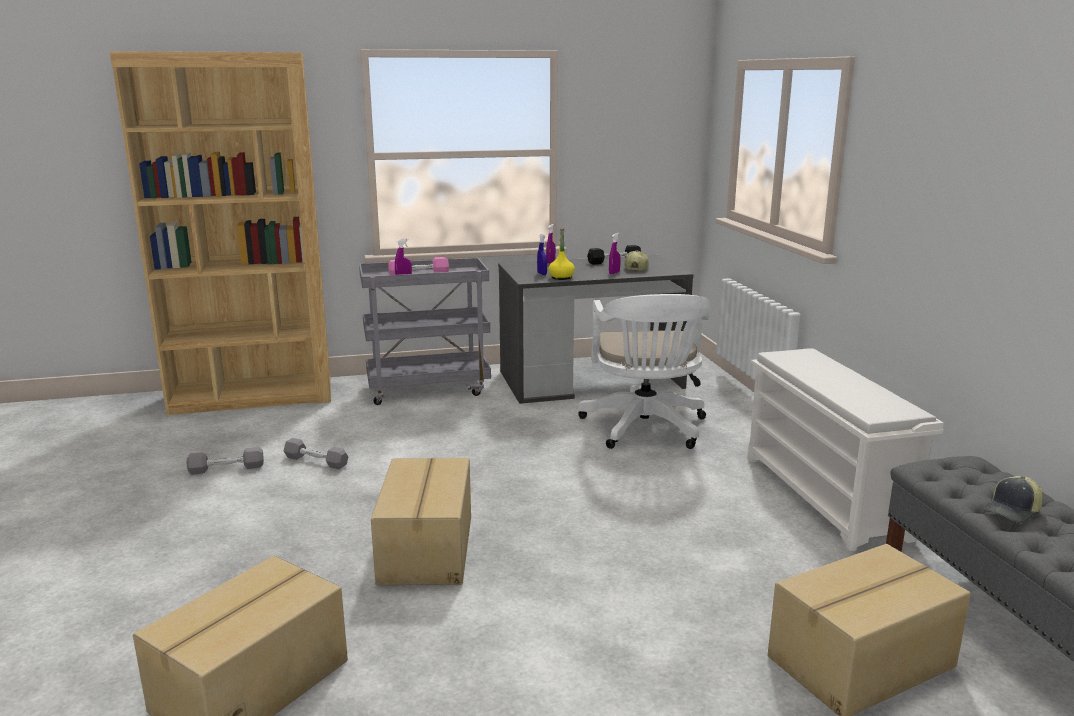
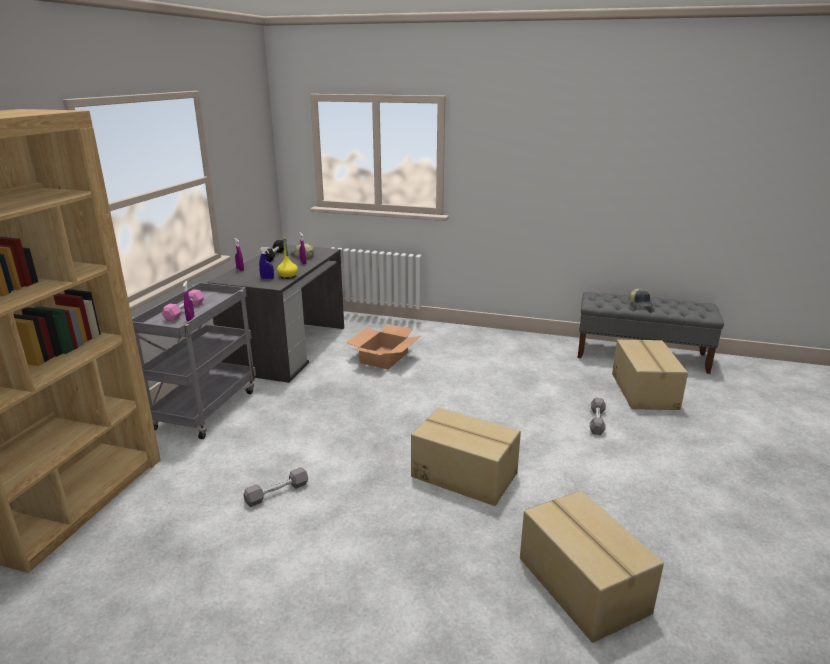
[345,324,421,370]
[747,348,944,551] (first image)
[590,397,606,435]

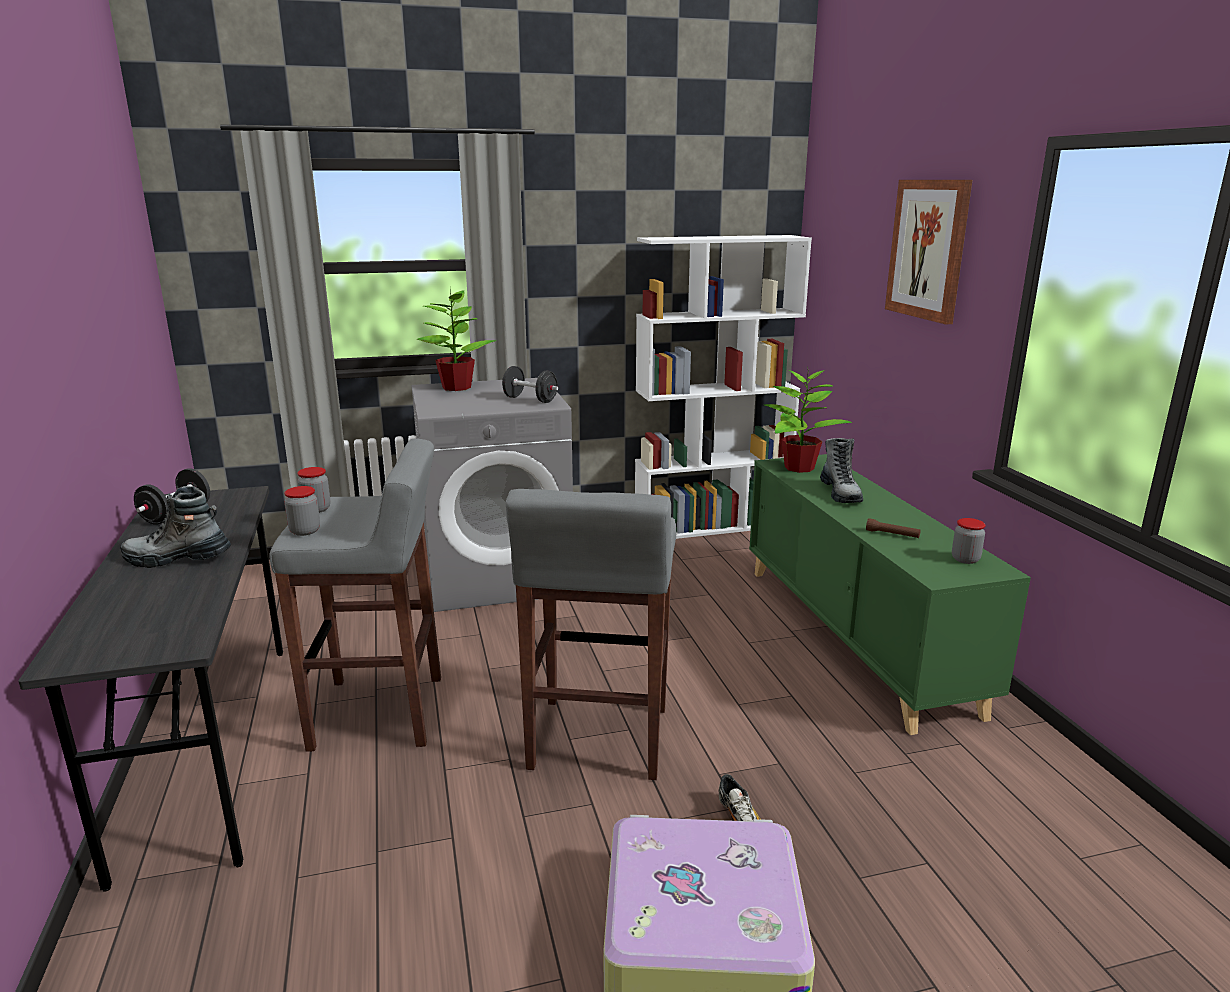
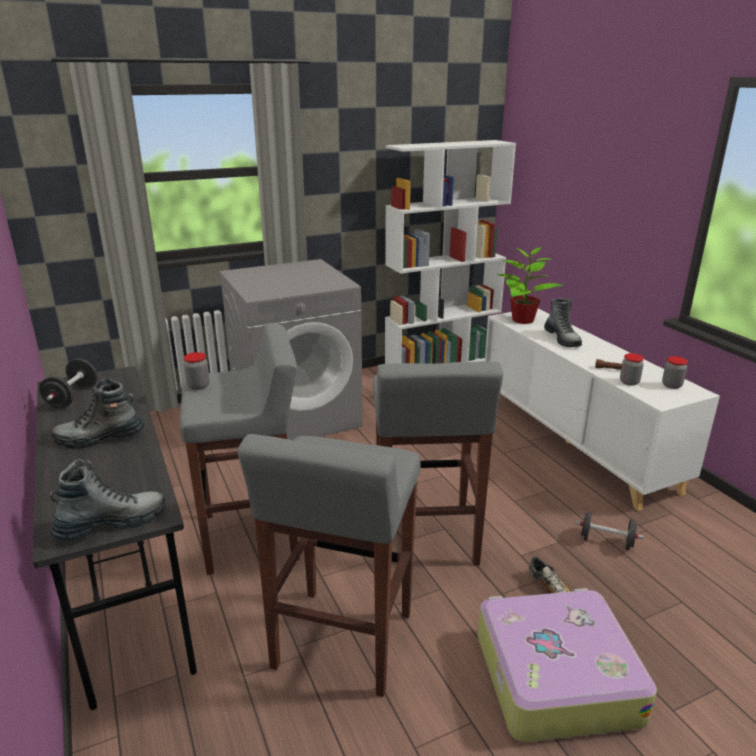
[885,180,972,324] (first image)
[416,286,497,391] (first image)
[575,510,644,550]
[485,309,720,511]
[620,353,644,386]
[238,434,421,697]
[50,459,165,541]

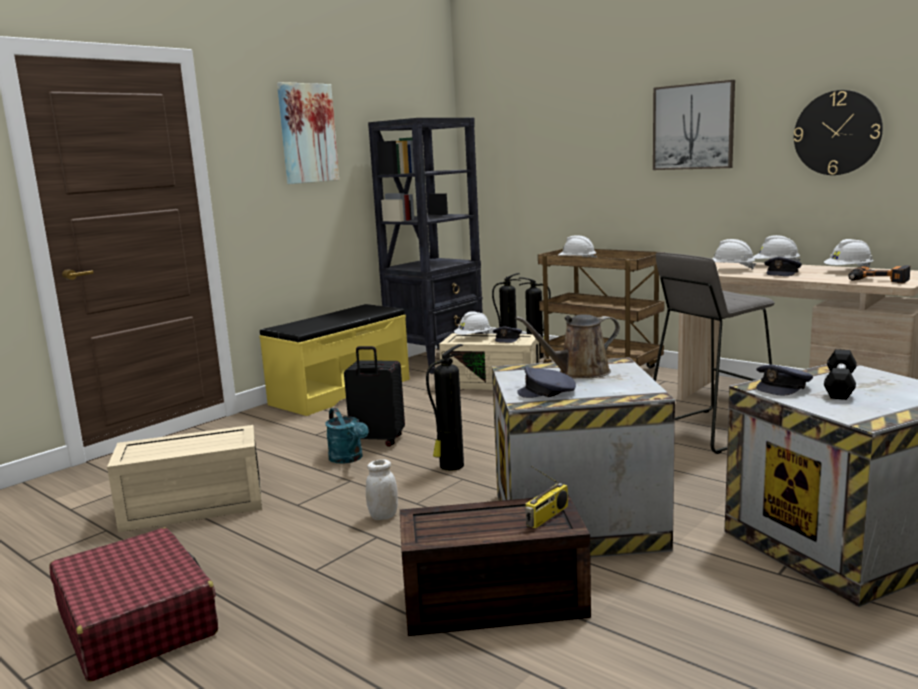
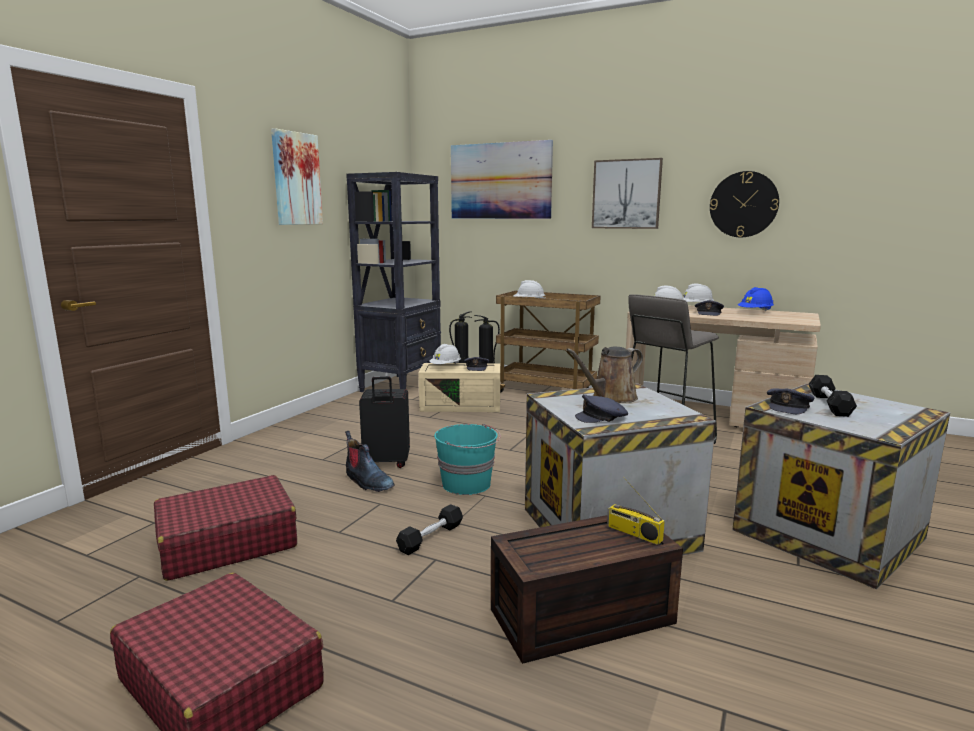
[738,287,774,311]
[848,265,910,283] (first image)
[259,304,410,416] (first image)
[434,424,501,495]
[345,431,395,492]
[154,475,297,581]
[396,504,463,555]
[607,476,665,545]
[451,140,553,219]

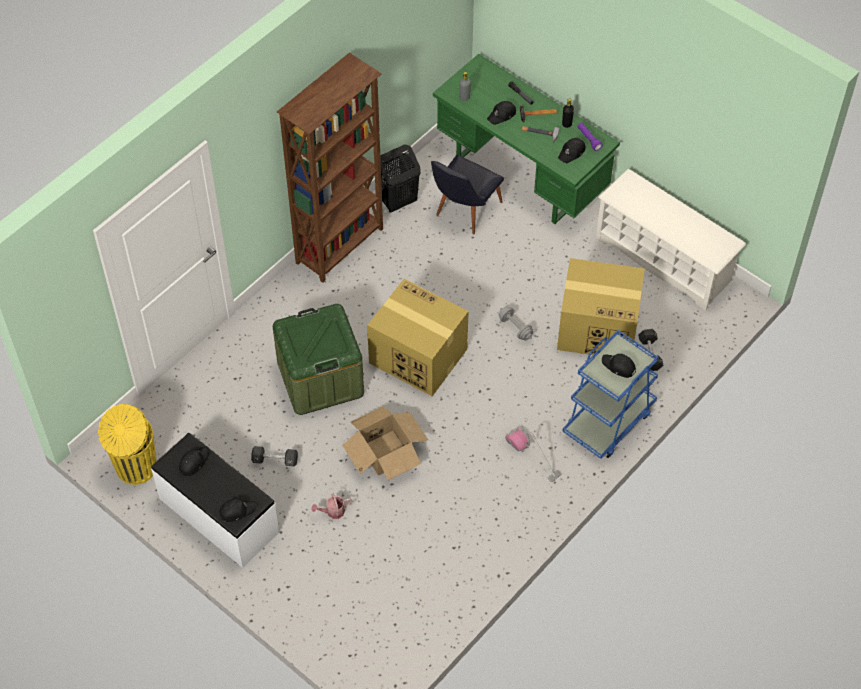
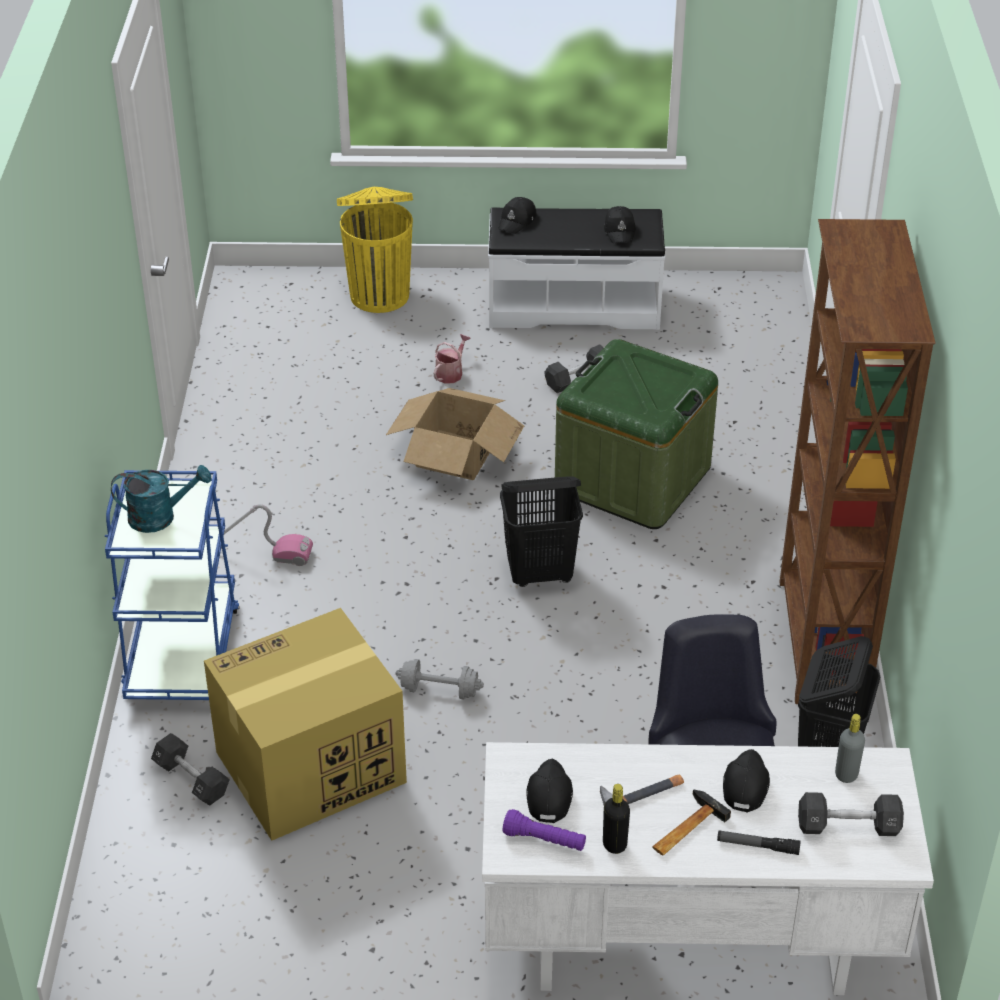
[482,742,934,995]
[596,169,746,311] (first image)
[500,476,583,587]
[111,465,212,533]
[337,187,413,313]
[798,792,904,836]

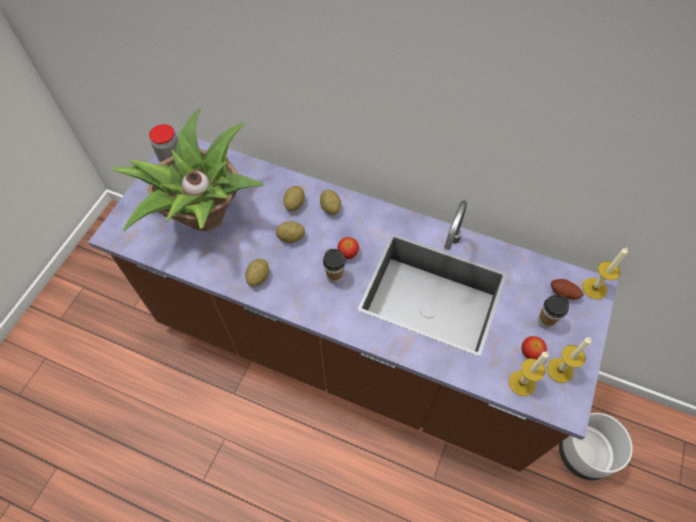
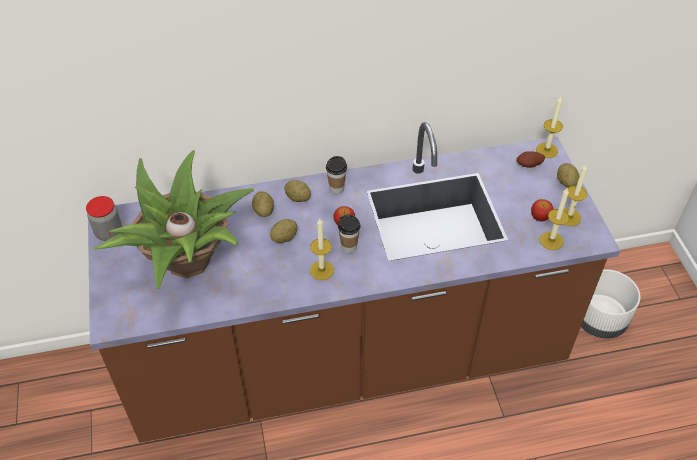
[557,163,579,188]
[326,156,347,194]
[310,218,334,280]

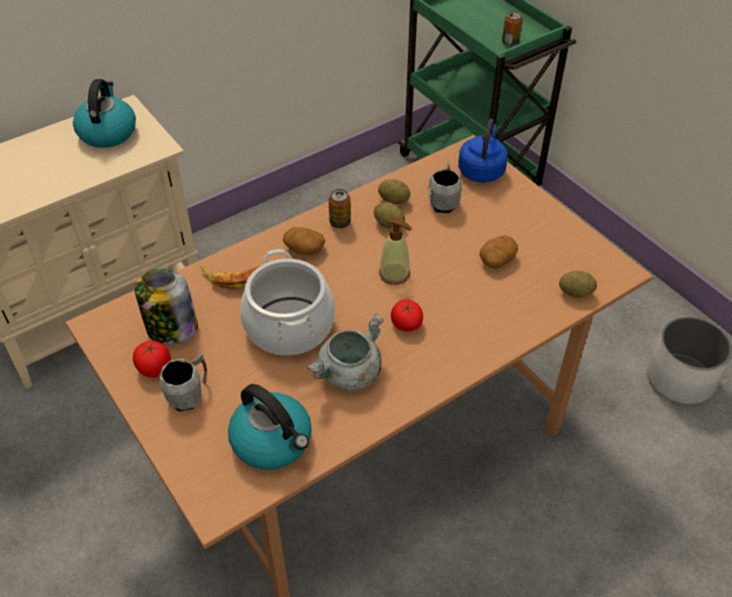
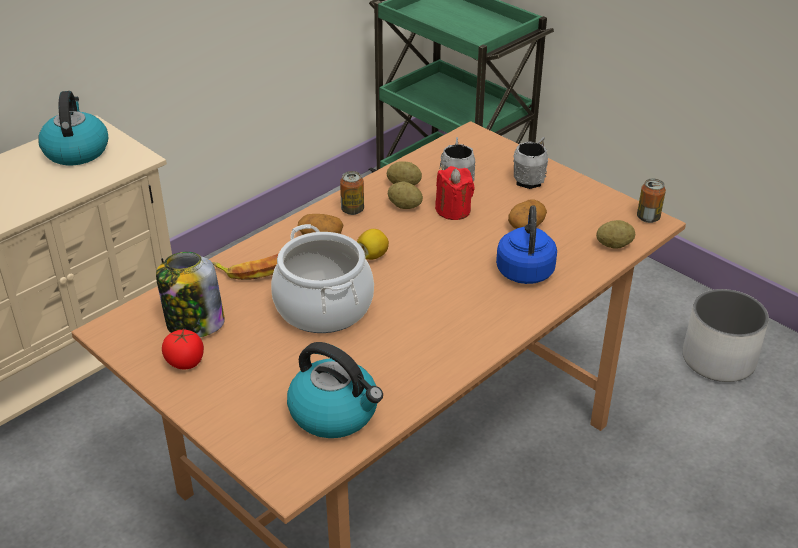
[637,179,666,223]
[496,205,557,284]
[379,217,412,285] (first image)
[391,300,423,331] (first image)
[307,313,383,391] (first image)
[513,137,548,189]
[435,166,475,220]
[357,229,389,260]

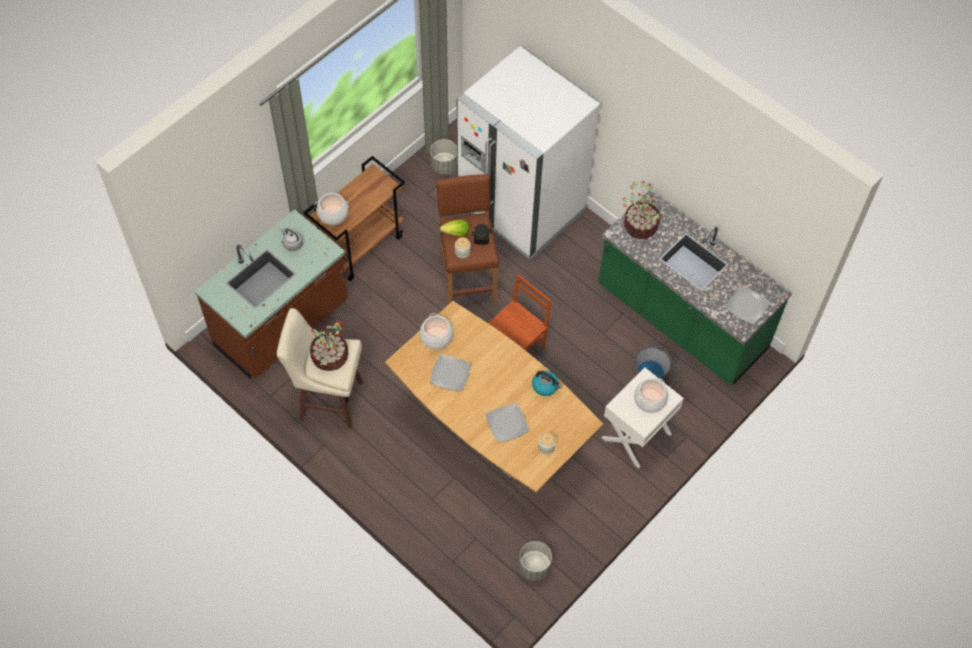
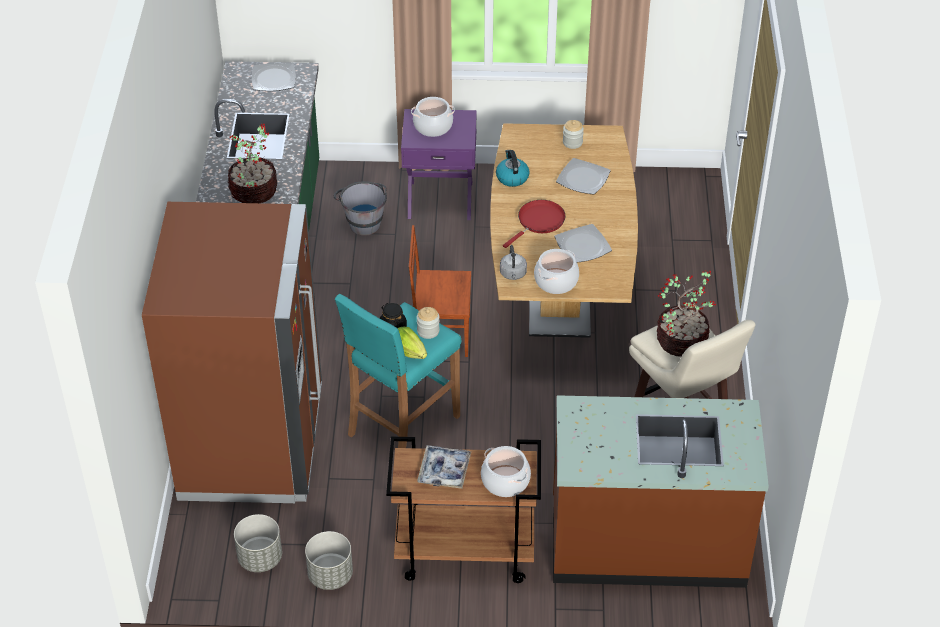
[142,202,322,503]
[335,294,461,448]
[500,245,527,280]
[401,109,477,220]
[305,531,353,590]
[503,200,566,248]
[417,445,471,489]

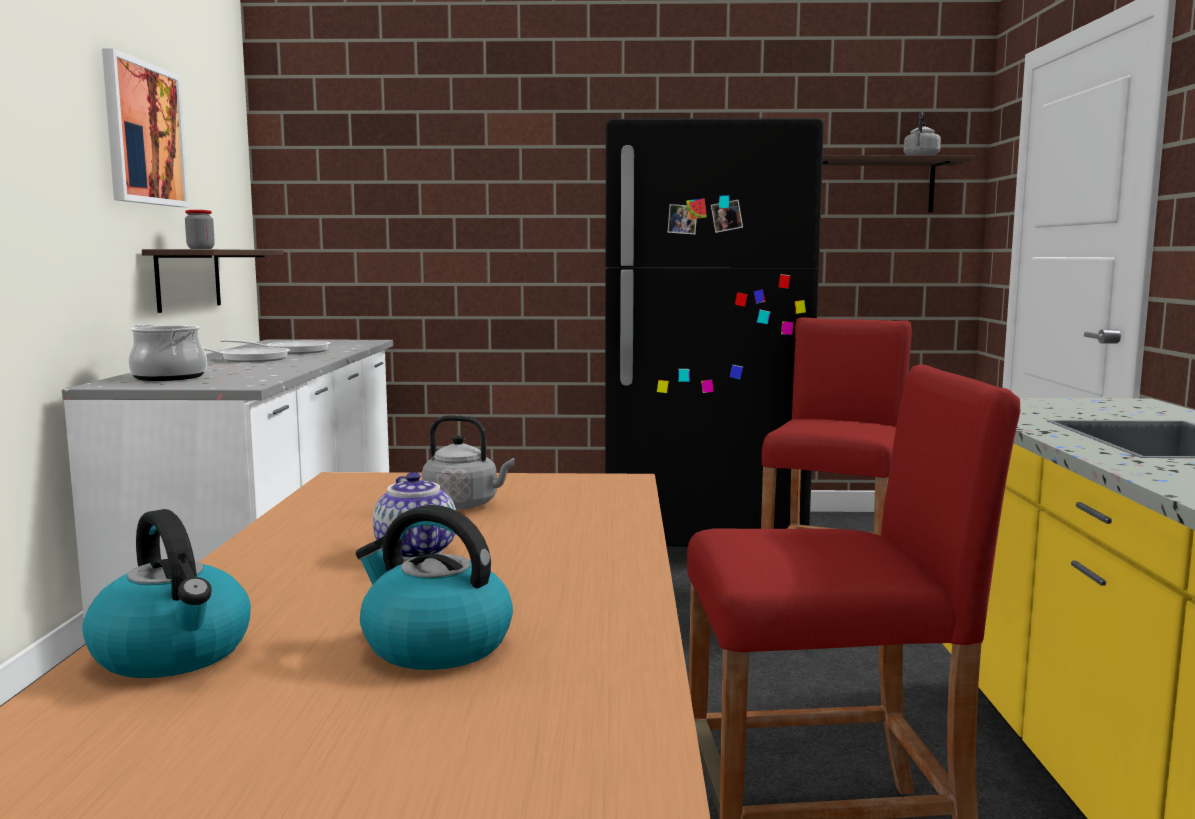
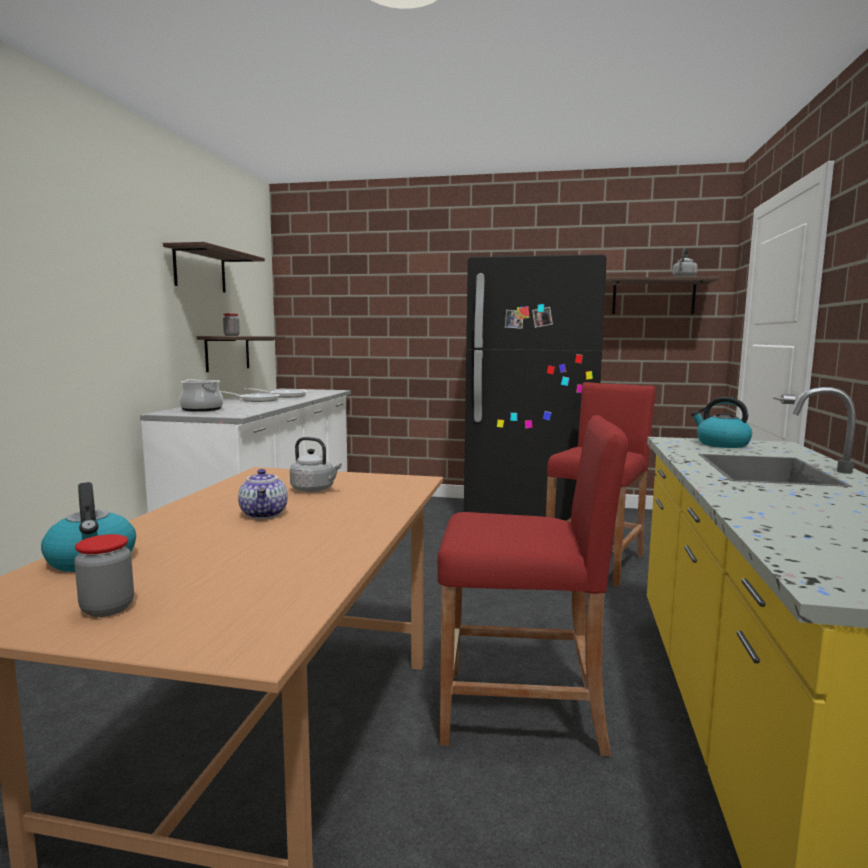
[163,242,265,292]
[691,397,752,448]
[74,534,134,617]

